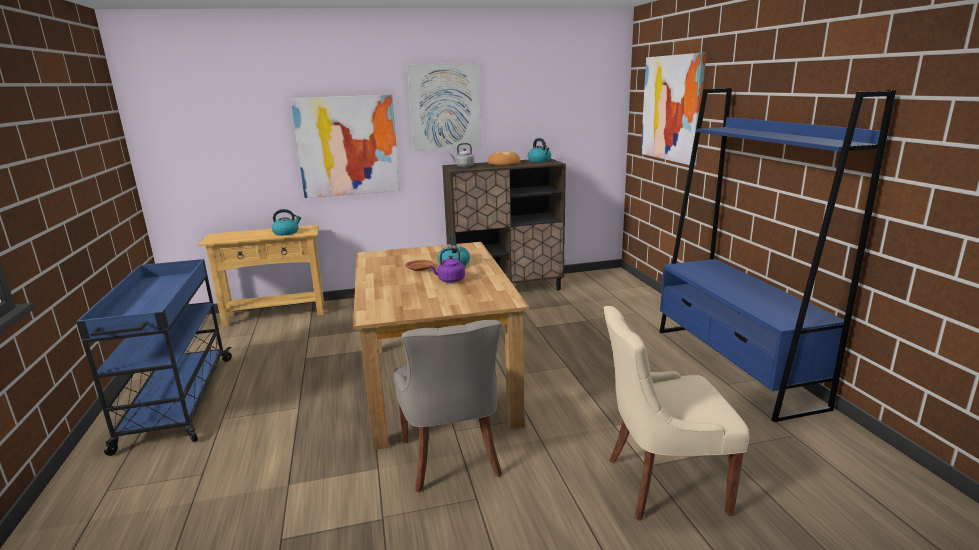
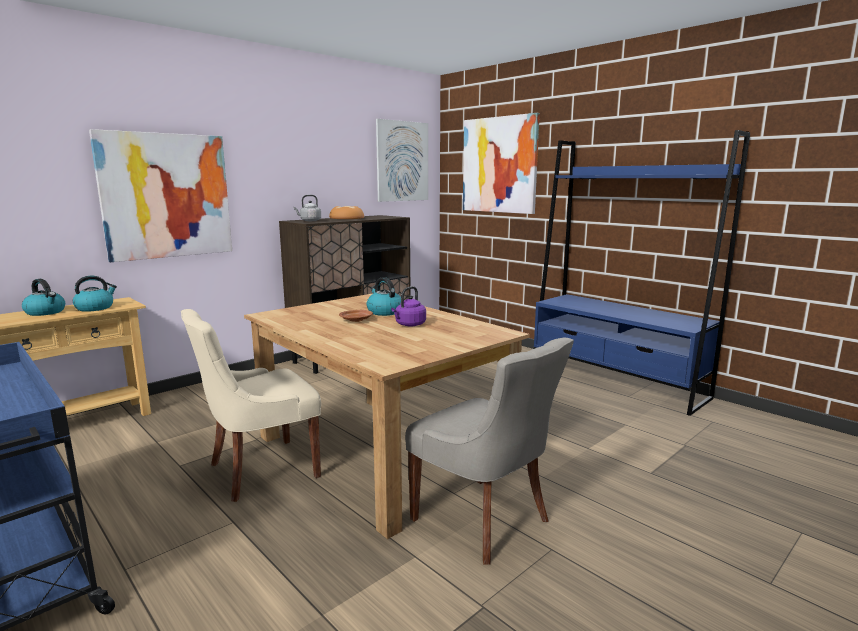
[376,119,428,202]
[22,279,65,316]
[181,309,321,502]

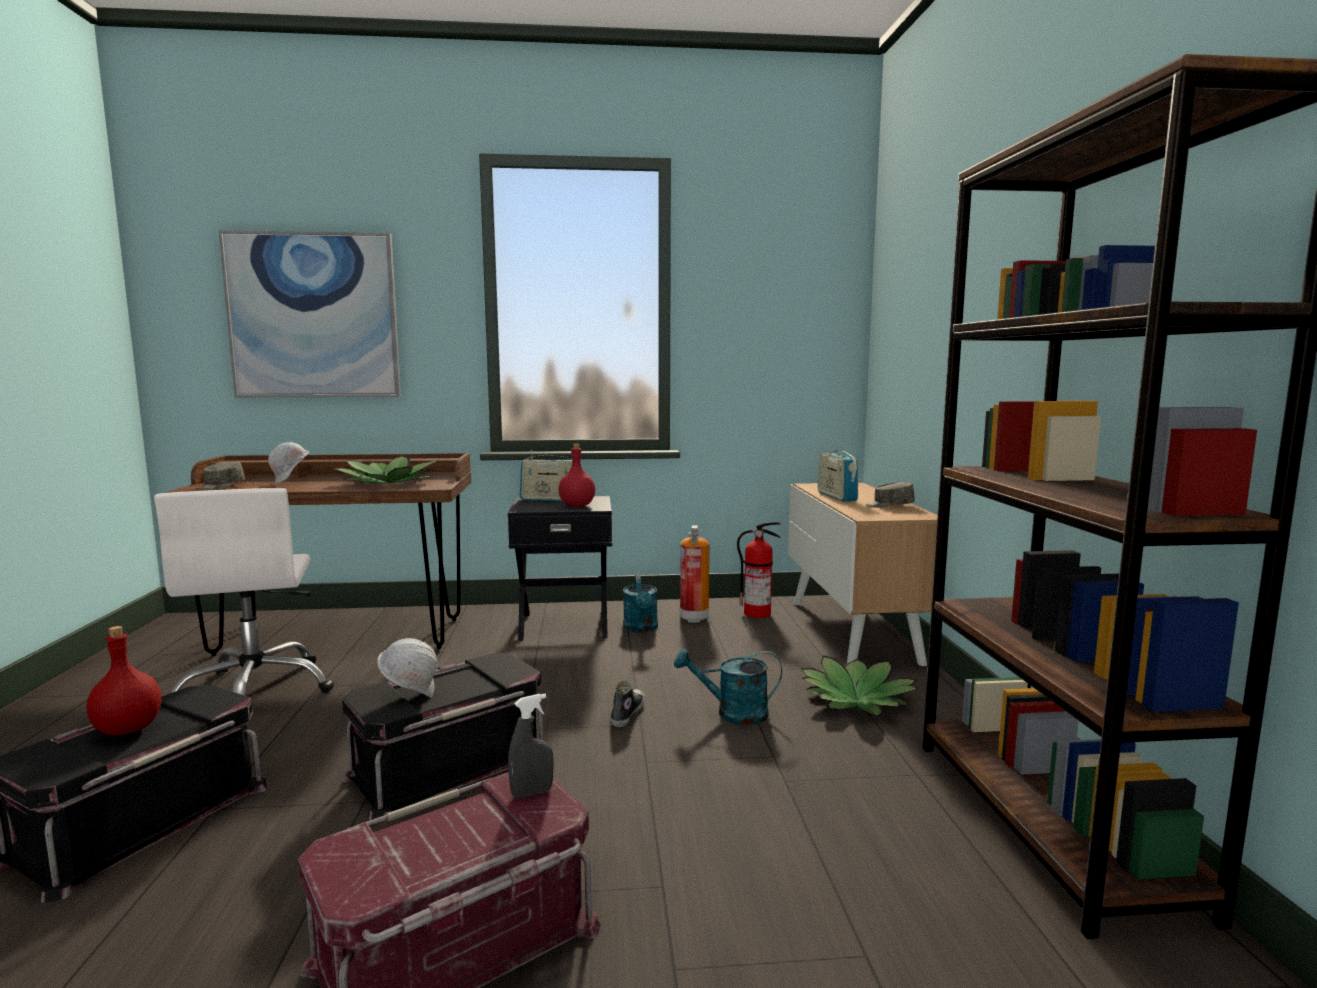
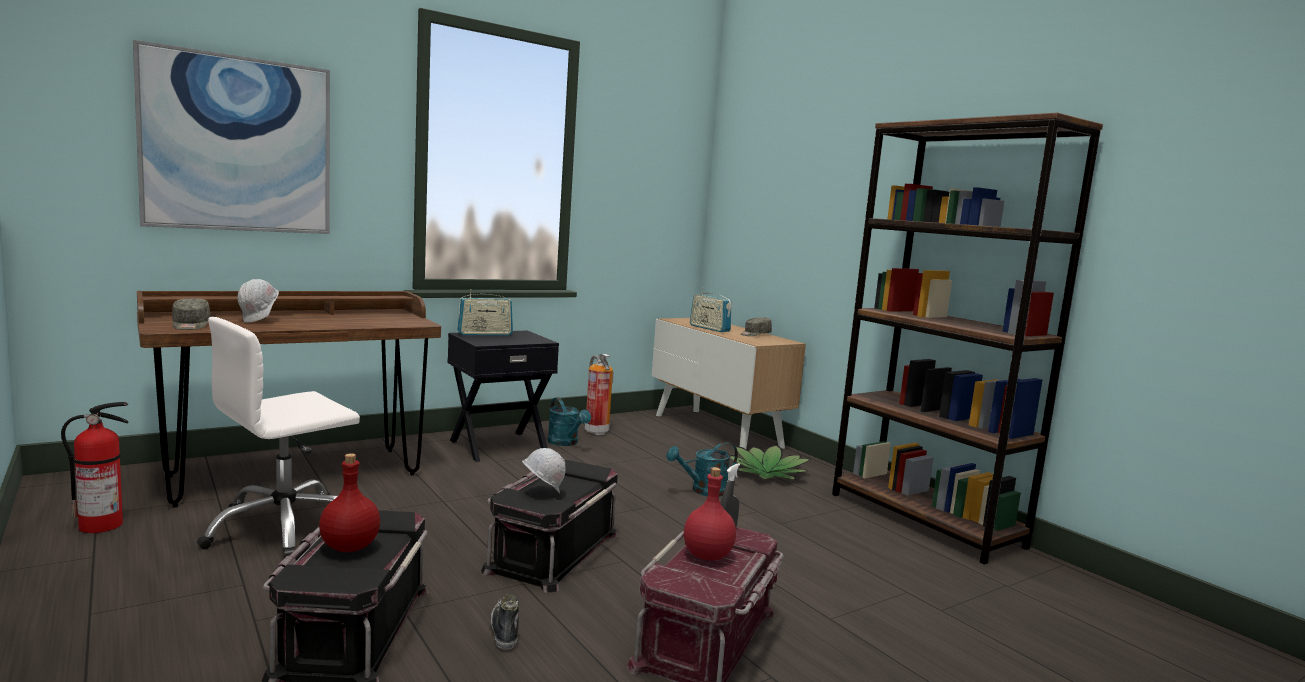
[684,467,736,560]
[333,455,440,483] (first image)
[197,317,360,558]
[61,402,129,533]
[491,594,519,650]

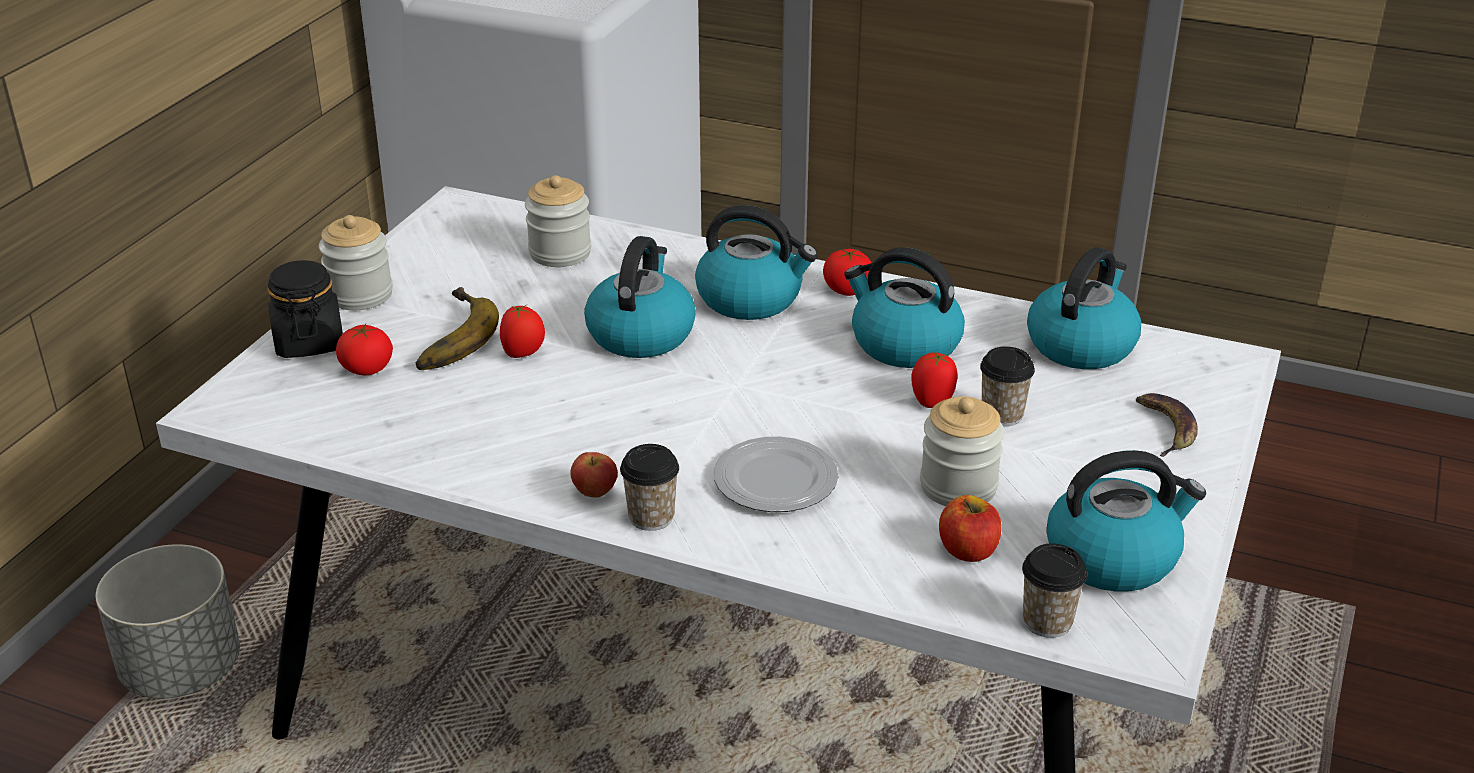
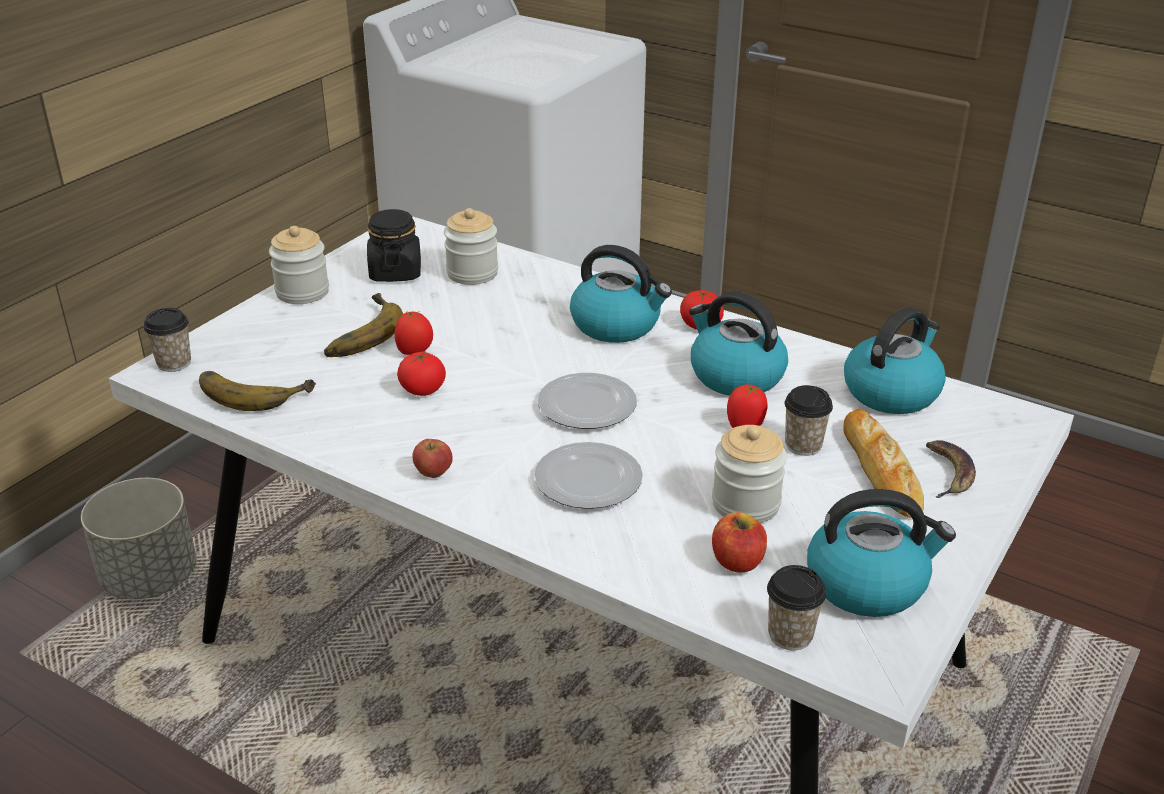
[584,236,696,358] (first image)
[367,209,421,282]
[397,352,446,396]
[144,308,191,372]
[199,371,316,411]
[538,373,637,429]
[843,409,924,518]

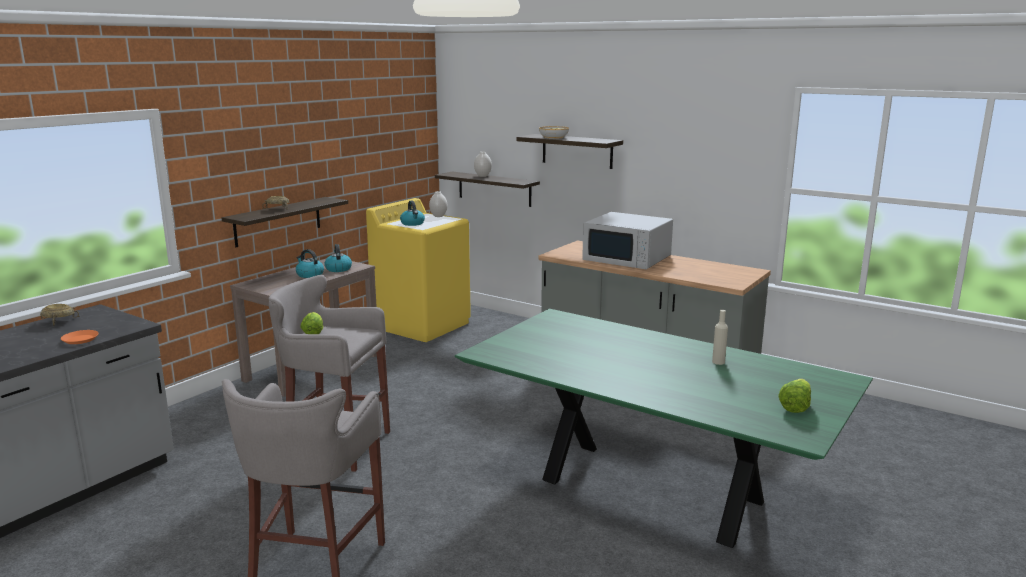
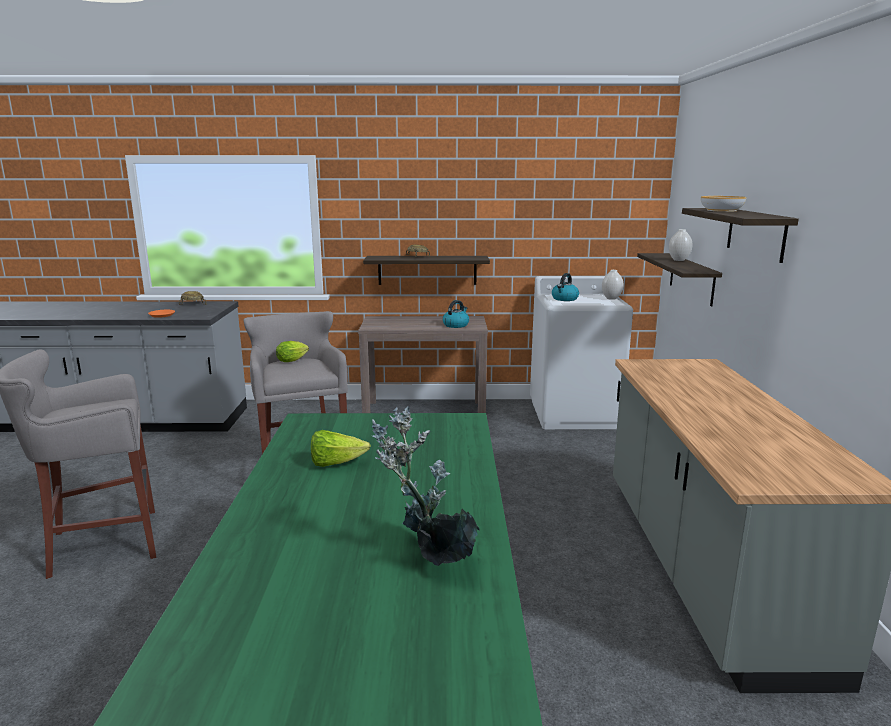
[530,276,633,429]
[582,212,673,269] (first image)
[296,249,324,278] (first image)
[372,406,480,566]
[311,430,371,467]

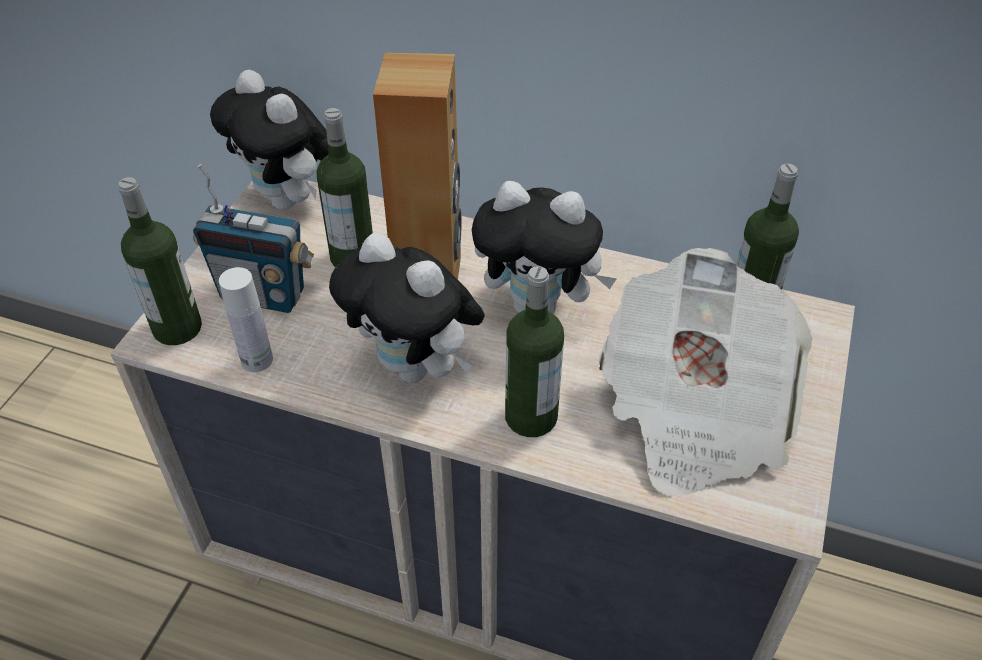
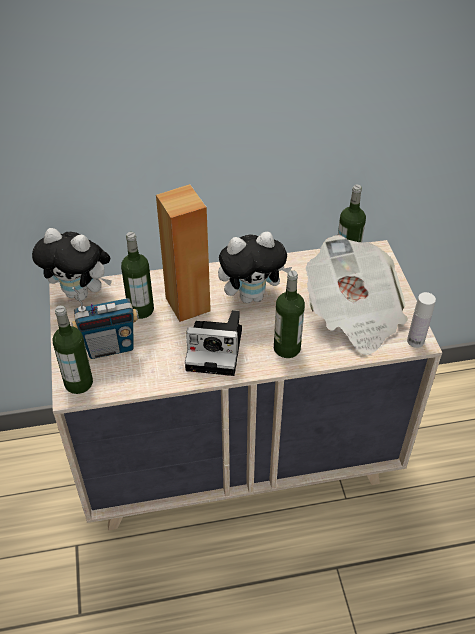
[185,310,242,376]
[407,292,436,348]

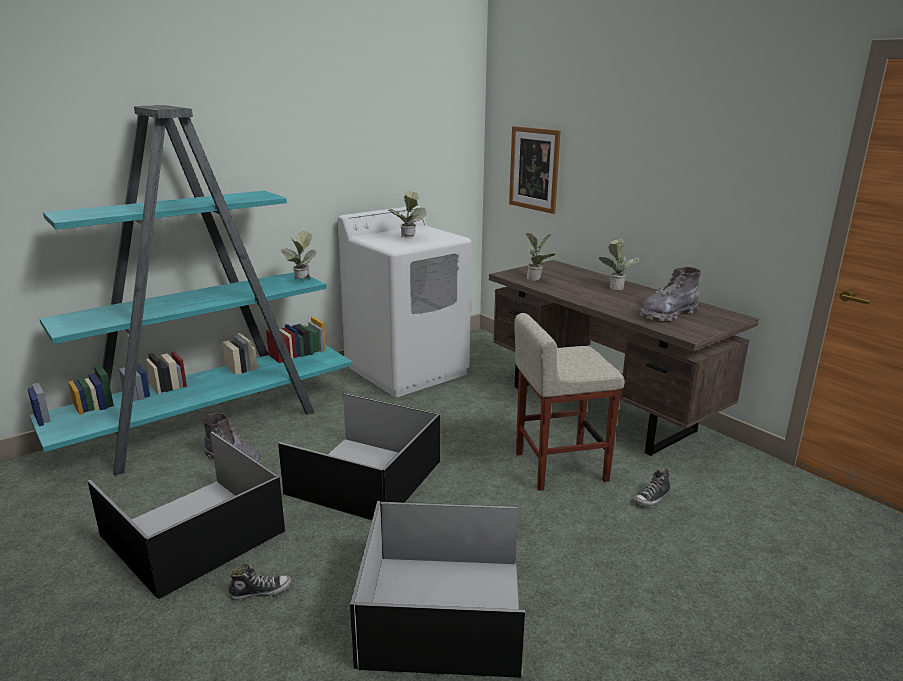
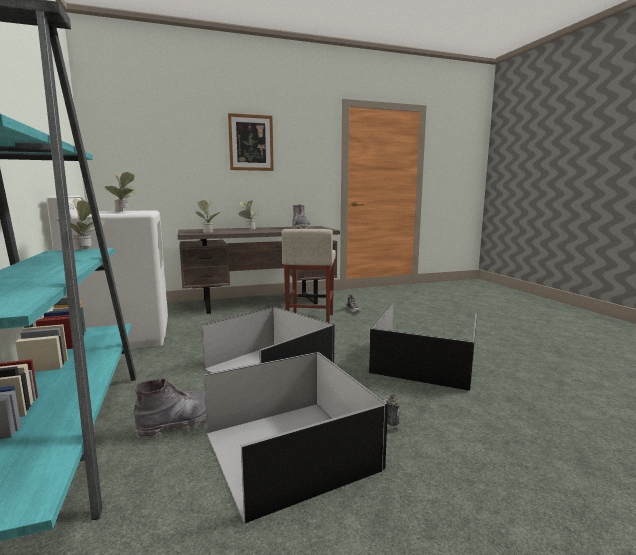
[228,113,274,171]

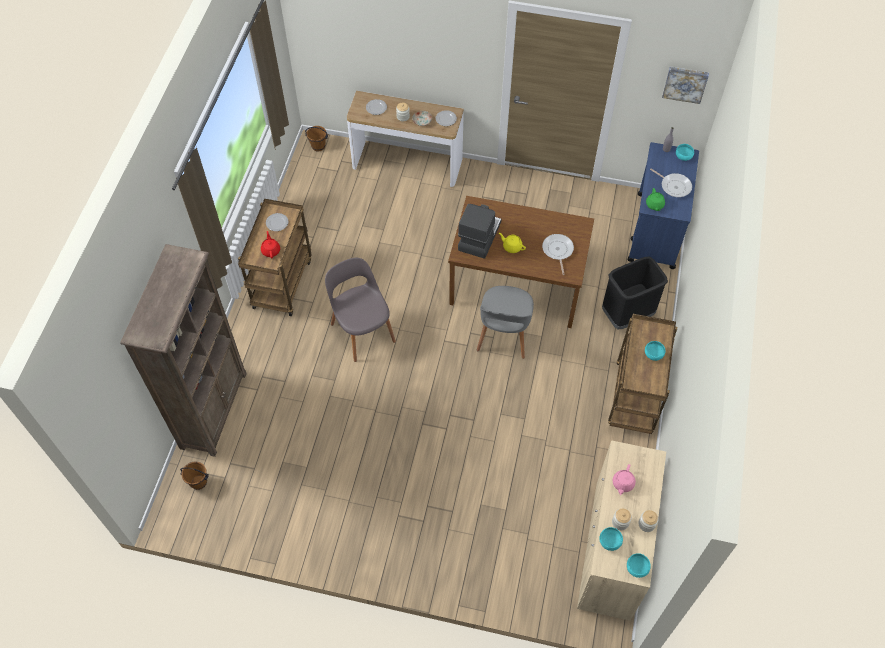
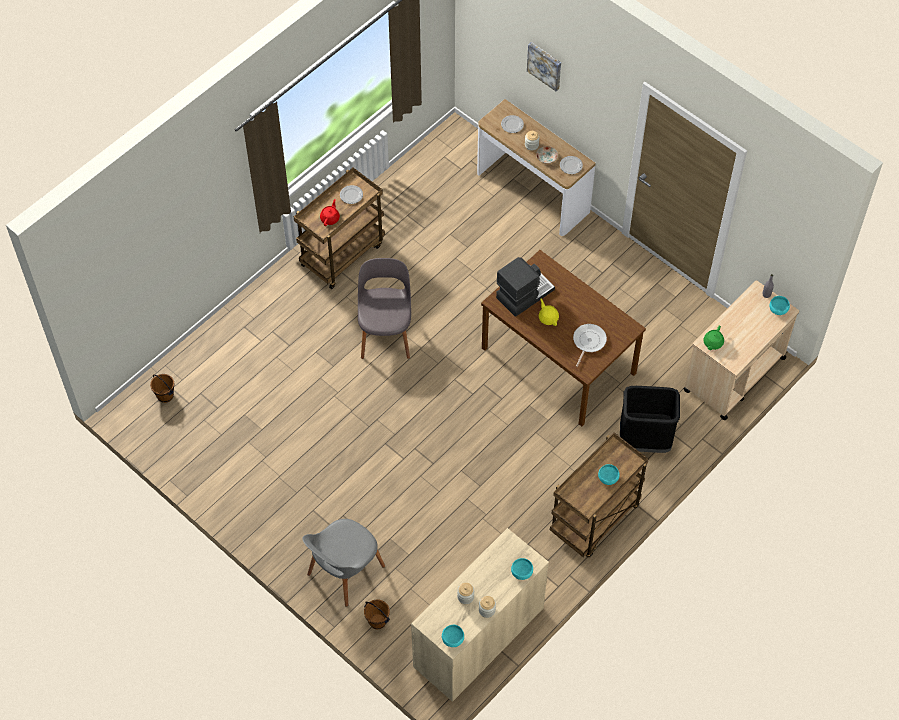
[527,42,561,91]
[364,600,390,629]
[684,280,799,420]
[650,168,692,197] (first image)
[120,244,247,457] (first image)
[302,519,385,607]
[613,464,636,495] (first image)
[511,558,533,580]

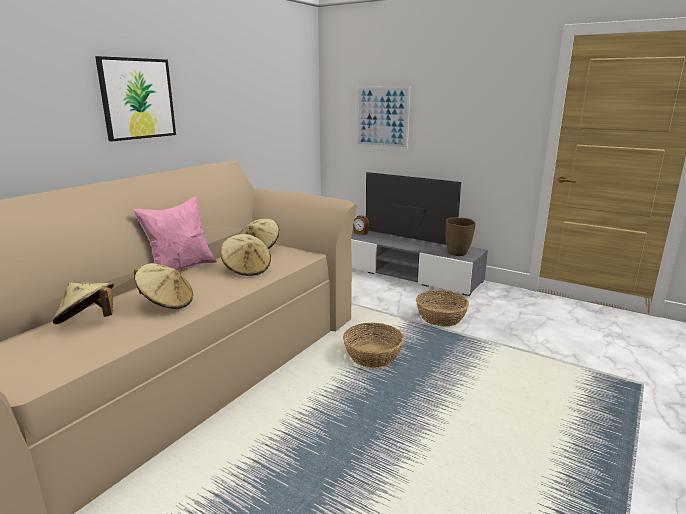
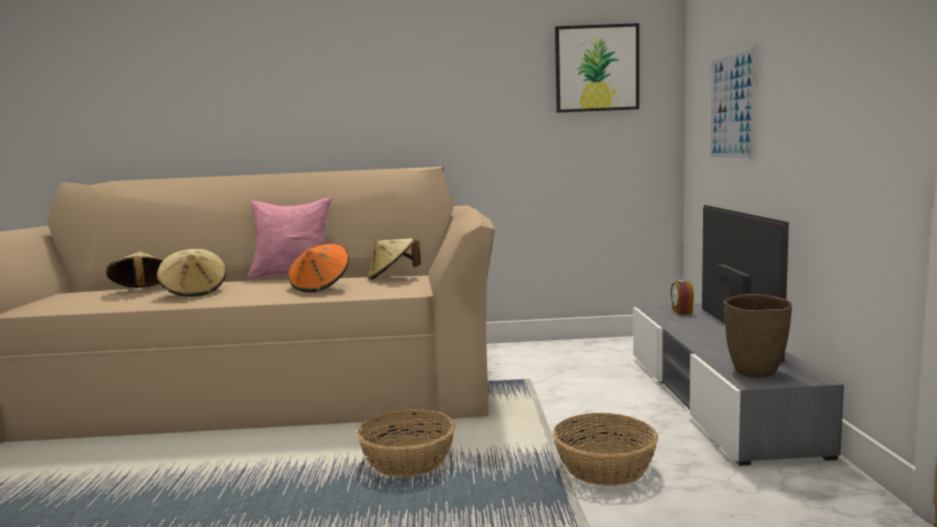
[555,23,639,113]
[288,244,349,292]

